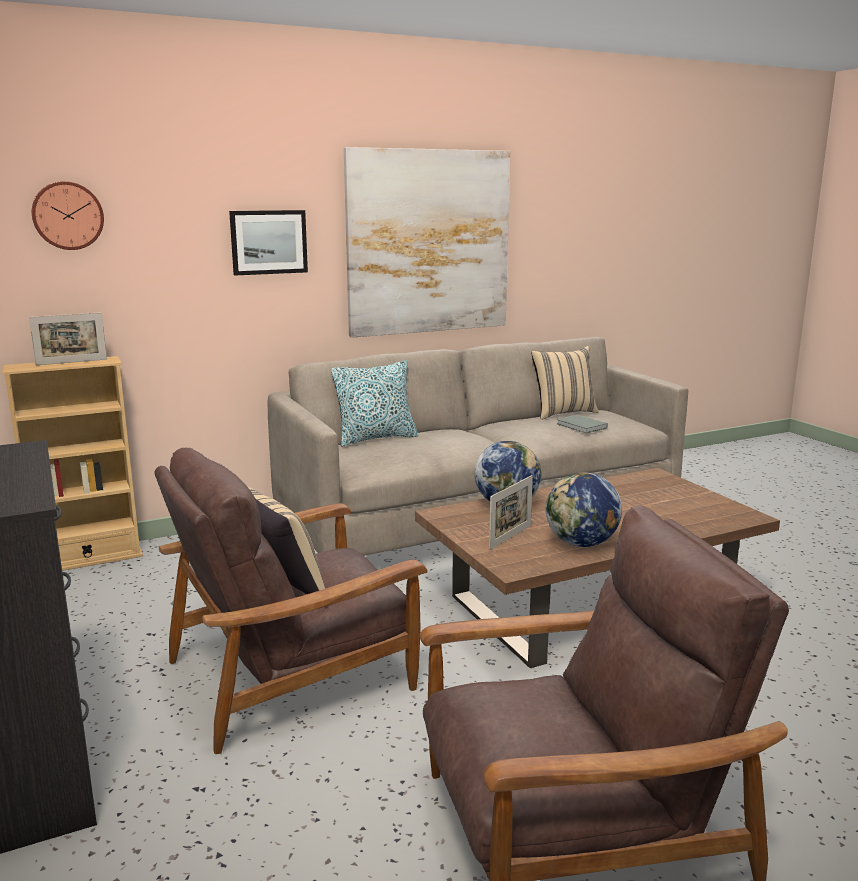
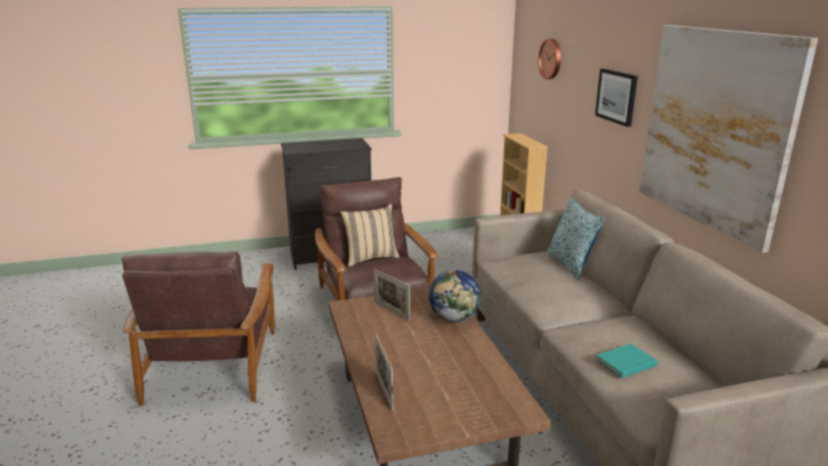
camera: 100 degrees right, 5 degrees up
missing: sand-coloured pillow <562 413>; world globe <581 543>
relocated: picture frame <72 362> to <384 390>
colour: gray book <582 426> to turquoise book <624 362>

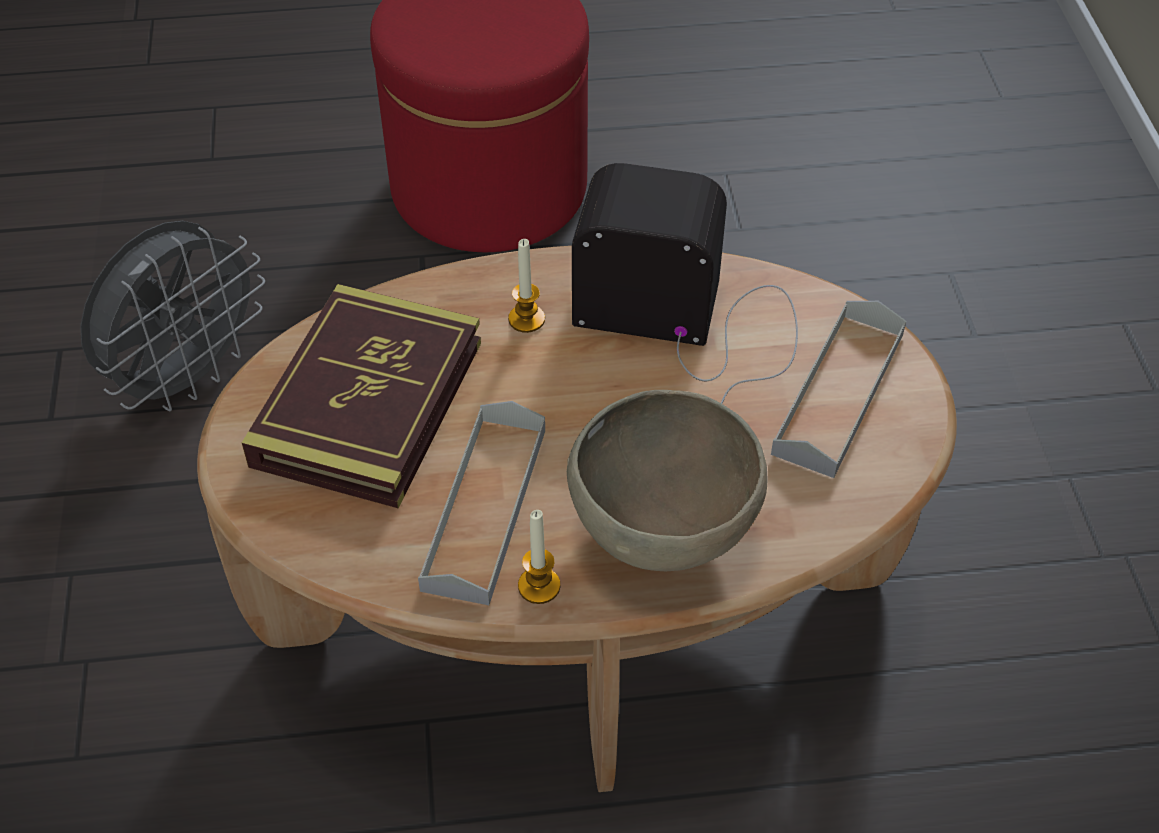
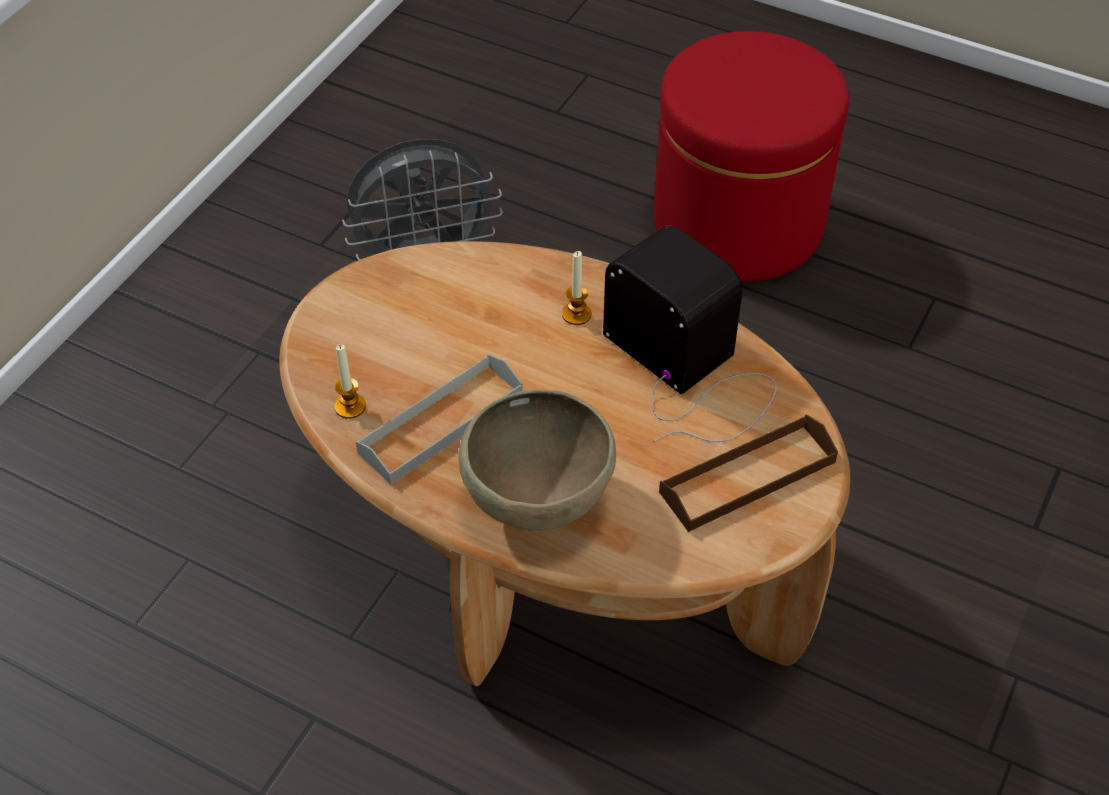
camera: 35 degrees right, 0 degrees up
missing: book <368 403>
relocated: wax light <539 586> to <350 406>
colour: gray tray <839 393> to brown-coloured tray <747 477>

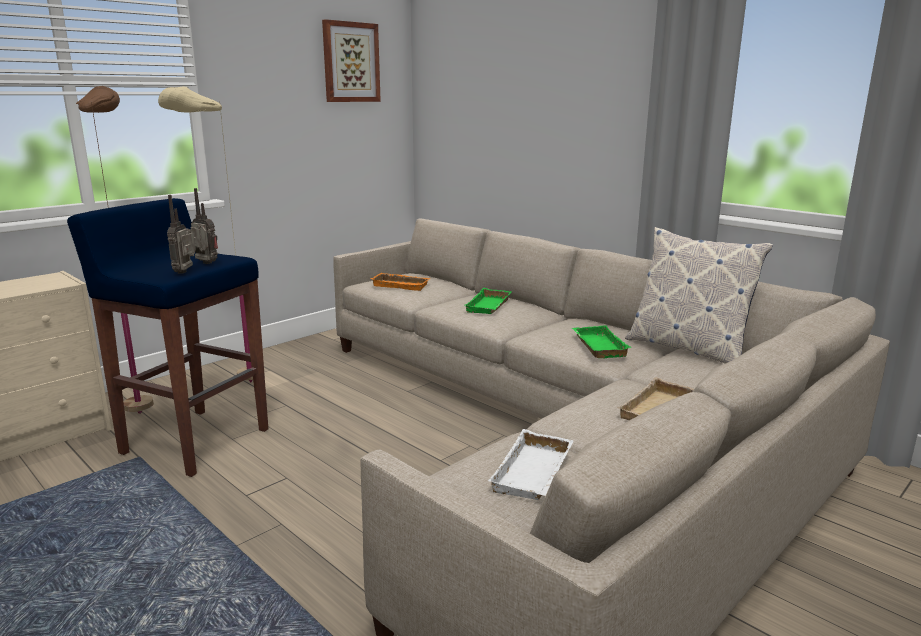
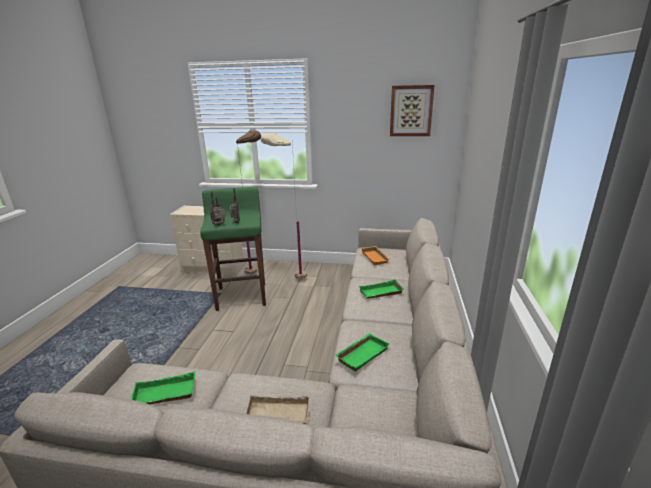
camera: 55 degrees right, 5 degrees up
missing: pillow <688 348>
colour: white tray <535 474> to greenish tray <163 395>; blue stool seat <194 441> to greenish stool seat <242 296>

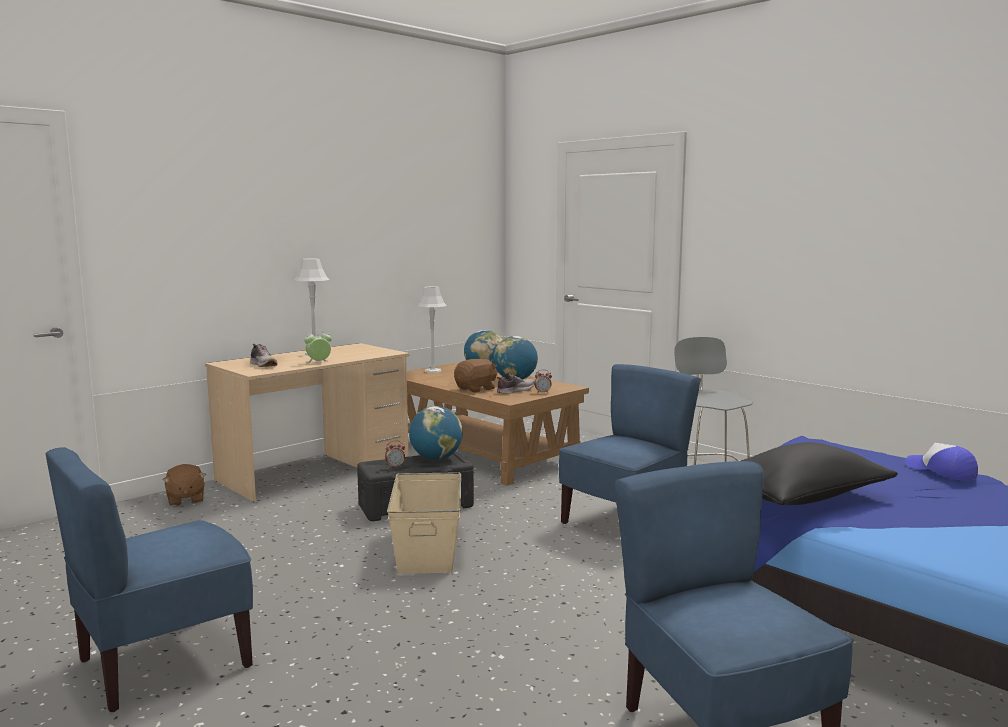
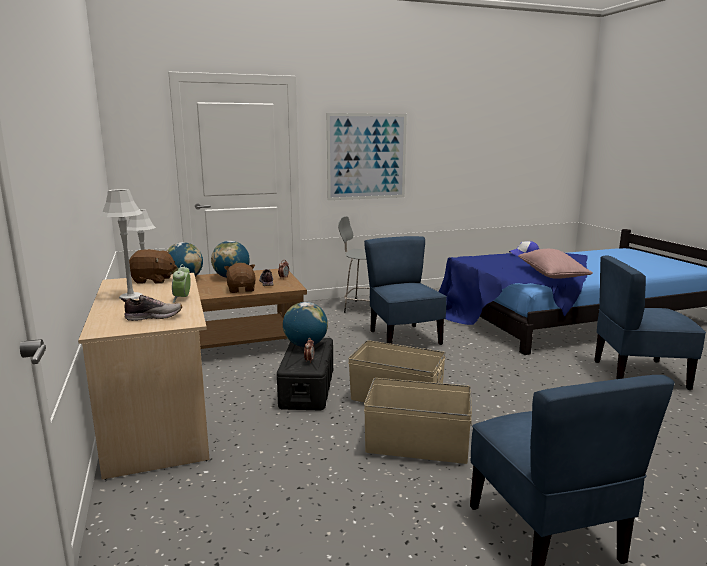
camera: 65 degrees left, 5 degrees up
appeared: wall art <367 156>; sand-coloured storage bin <416 444>
relocated: brown-coloured plush toy <185 500> to <153 280>
colour: black pillow <803 499> to pink-coloured pillow <551 275>

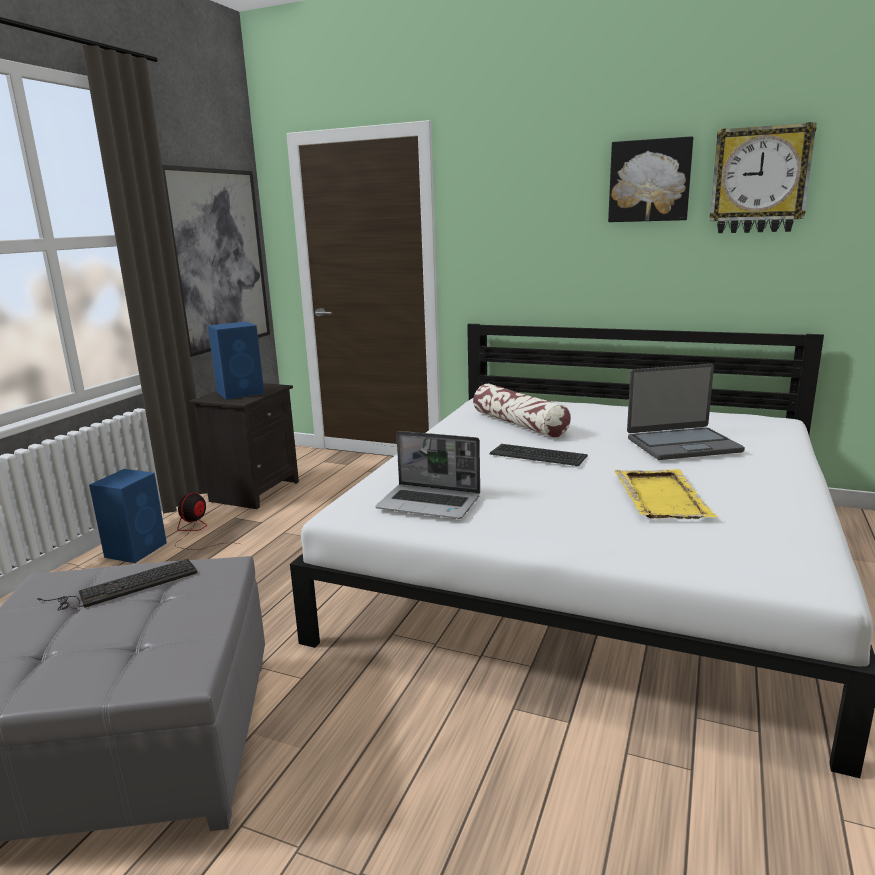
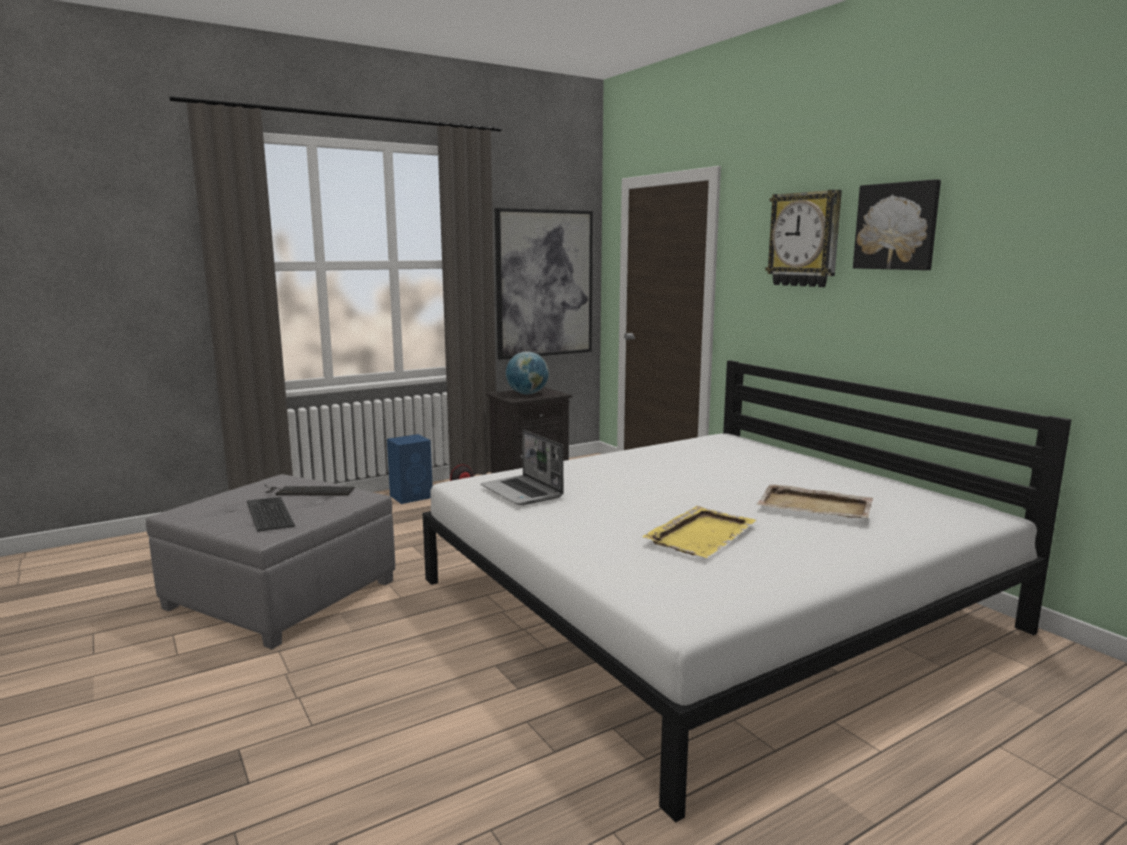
camera: 35 degrees right, 5 degrees down
missing: pillow <519 424>
relocated: computer keyboard <538 455> to <271 514>; clock on the wall <759 180> to <804 239>
exchanged: blue audio speaker <241 392> to world globe <527 394>; notebook computer <682 445> to sand-coloured tray <816 506>

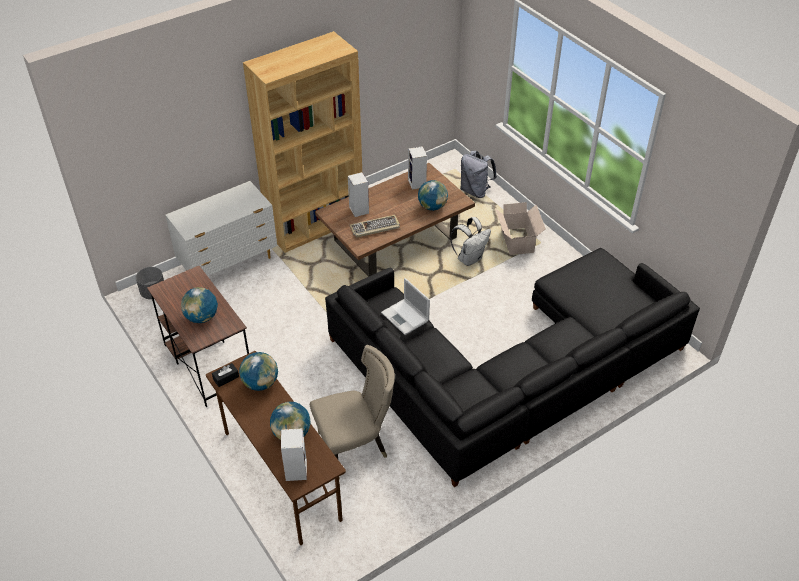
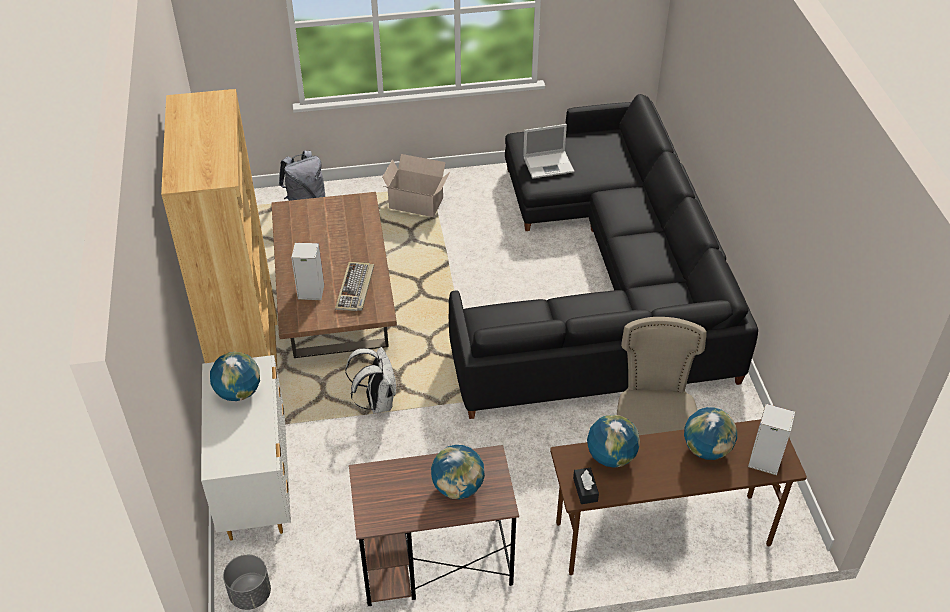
camera: 65 degrees left, 0 degrees up
missing: audio speaker <417 184>
relocated: world globe <432 206> to <238 392>; white rucksack <470 258> to <377 402>; notebook computer <405 317> to <549 164>

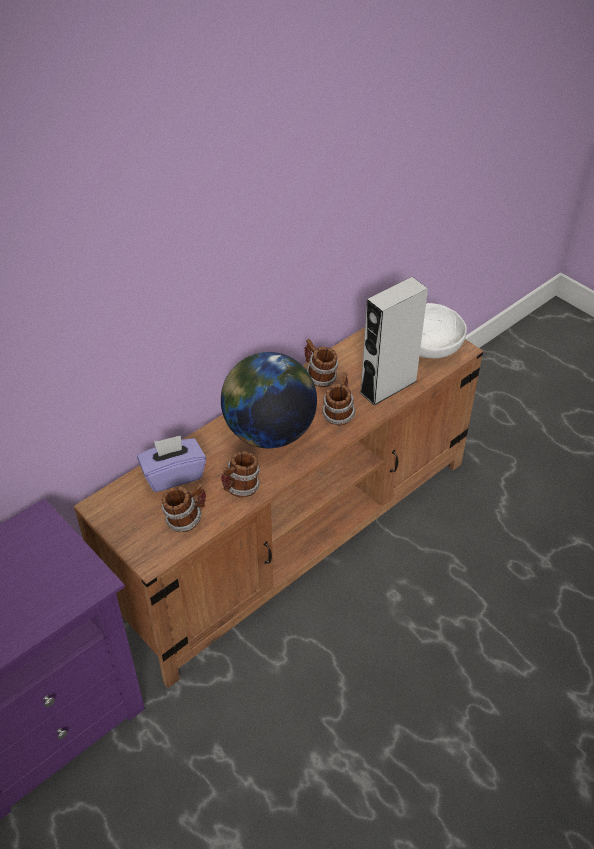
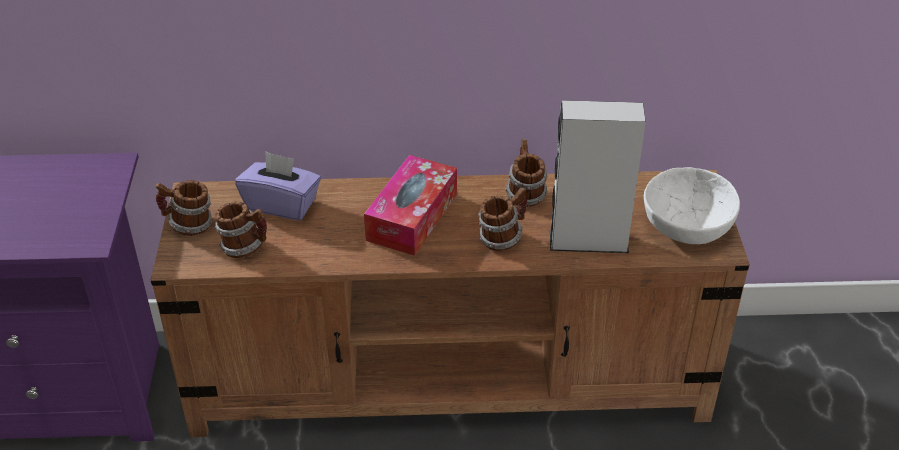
camera: 40 degrees right, 5 degrees down
relocated: tea mug <240 489> to <189 226>
exchanged: world globe <269 432> to tissue box <412 217>

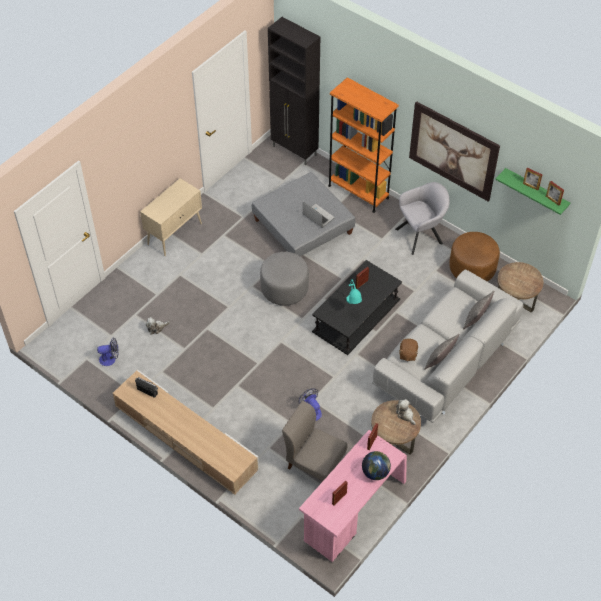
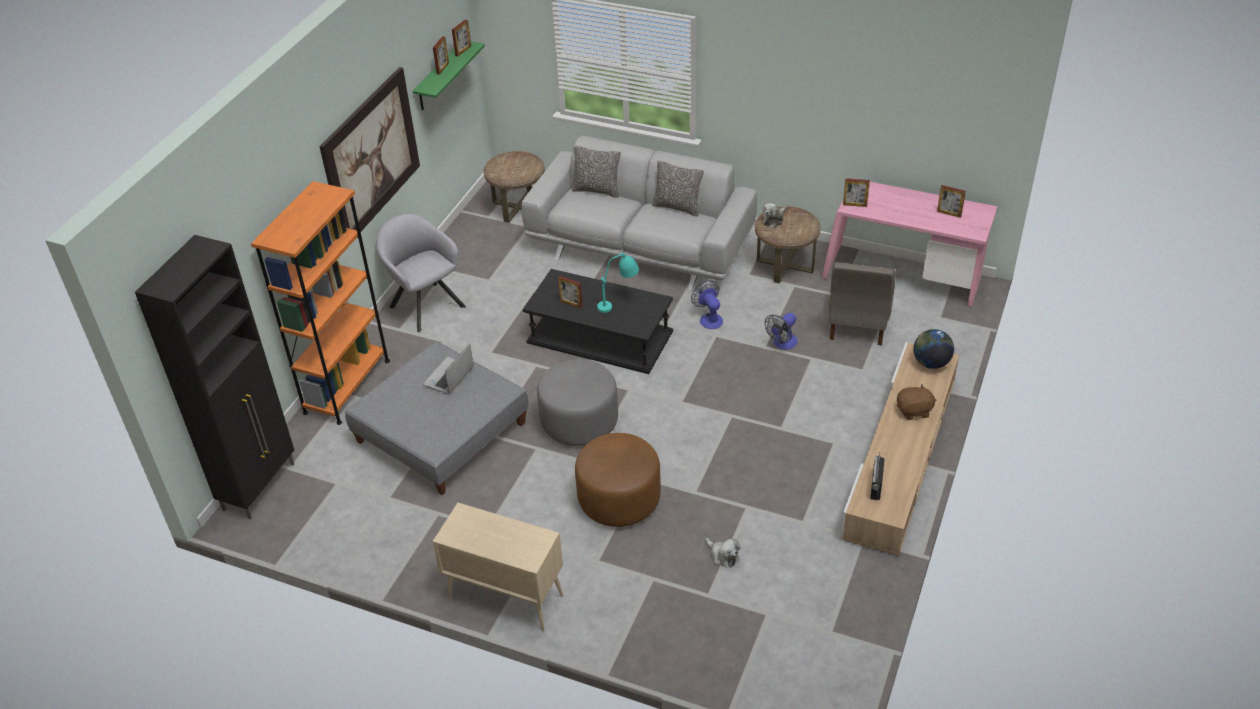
camera: 105 degrees left, 10 degrees down
relocated: brown-coloured pouffe <472 268> to <619 499>; fan <110 359> to <709 318>; brown-coloured plush toy <407 354> to <914 411>; world globe <375 472> to <931 363>

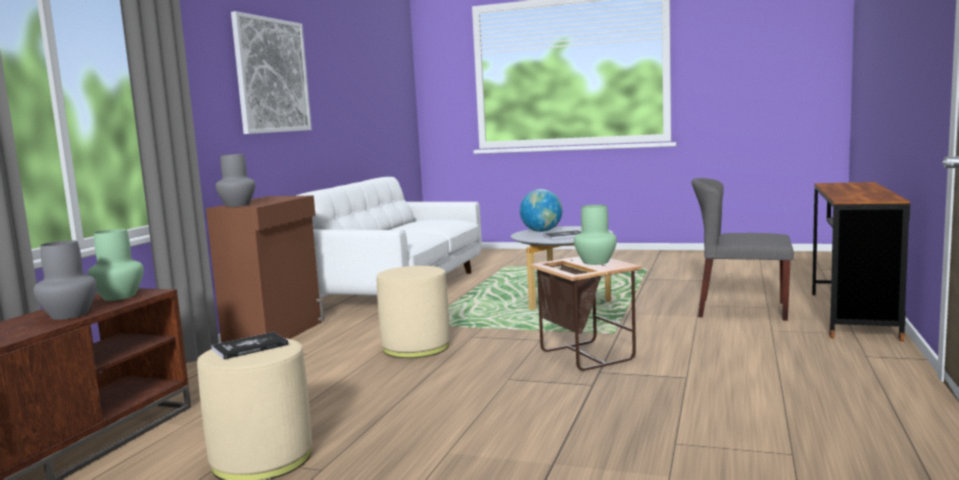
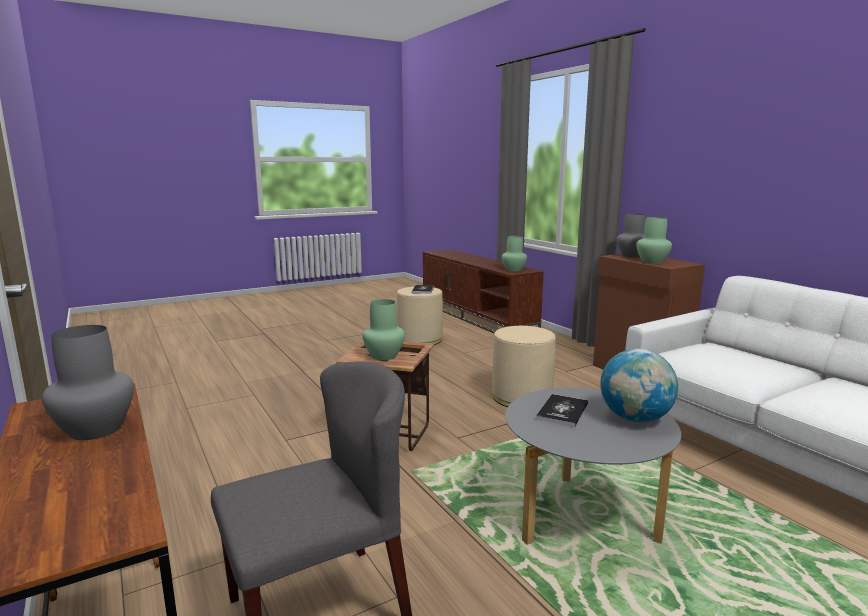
camera: 130 degrees right, 5 degrees up
missing: wall art <272 76>
appeared: greenish flower vase <651 262>
relocated: gray flower vase <68 315> to <97 429>

